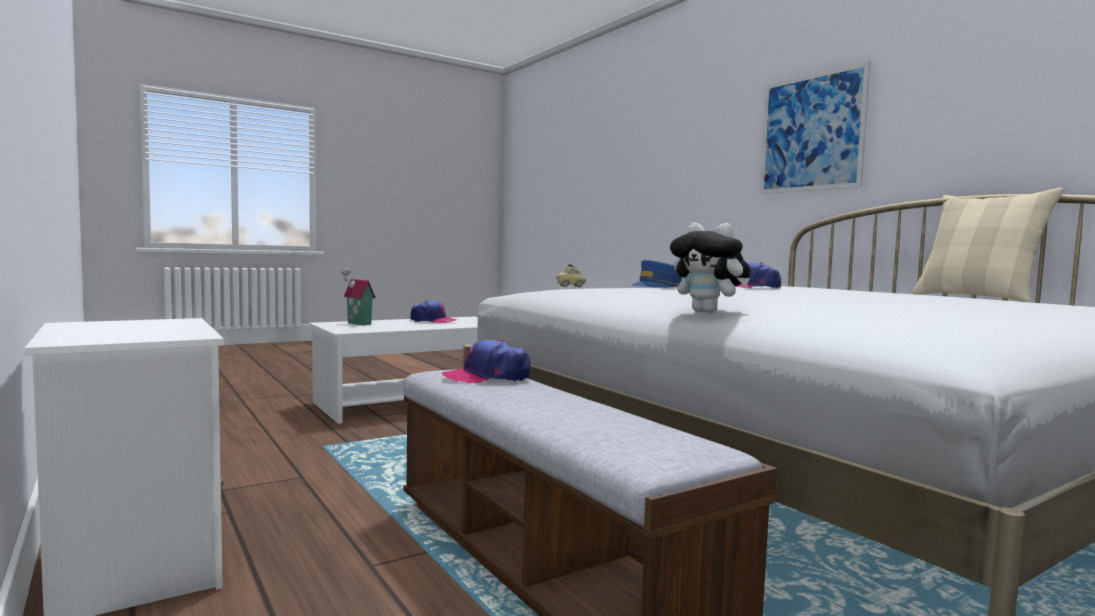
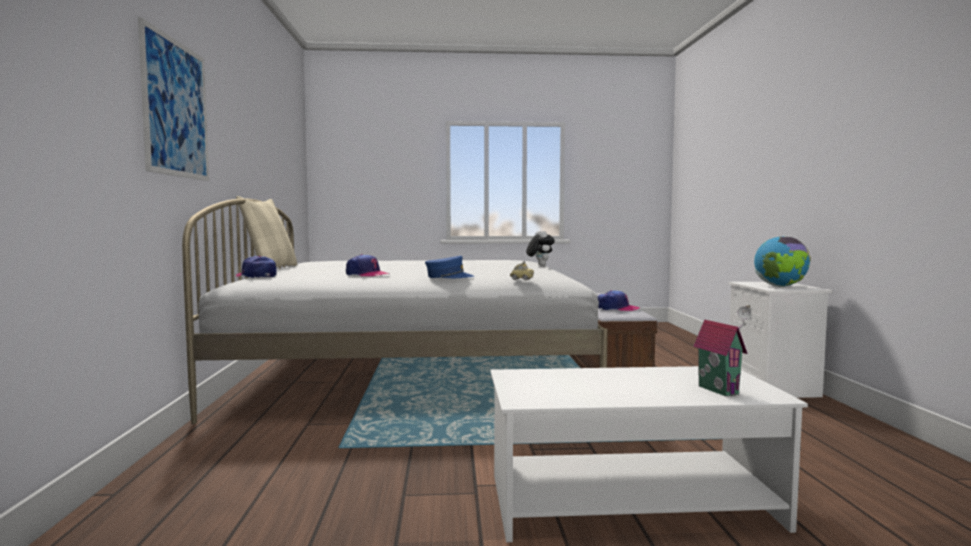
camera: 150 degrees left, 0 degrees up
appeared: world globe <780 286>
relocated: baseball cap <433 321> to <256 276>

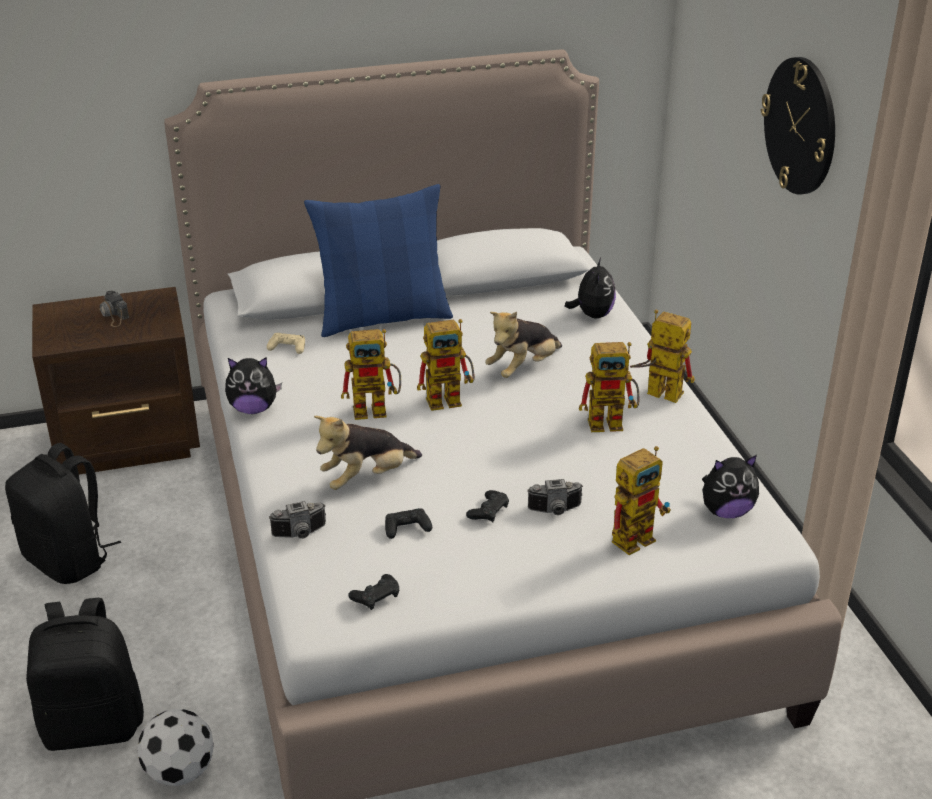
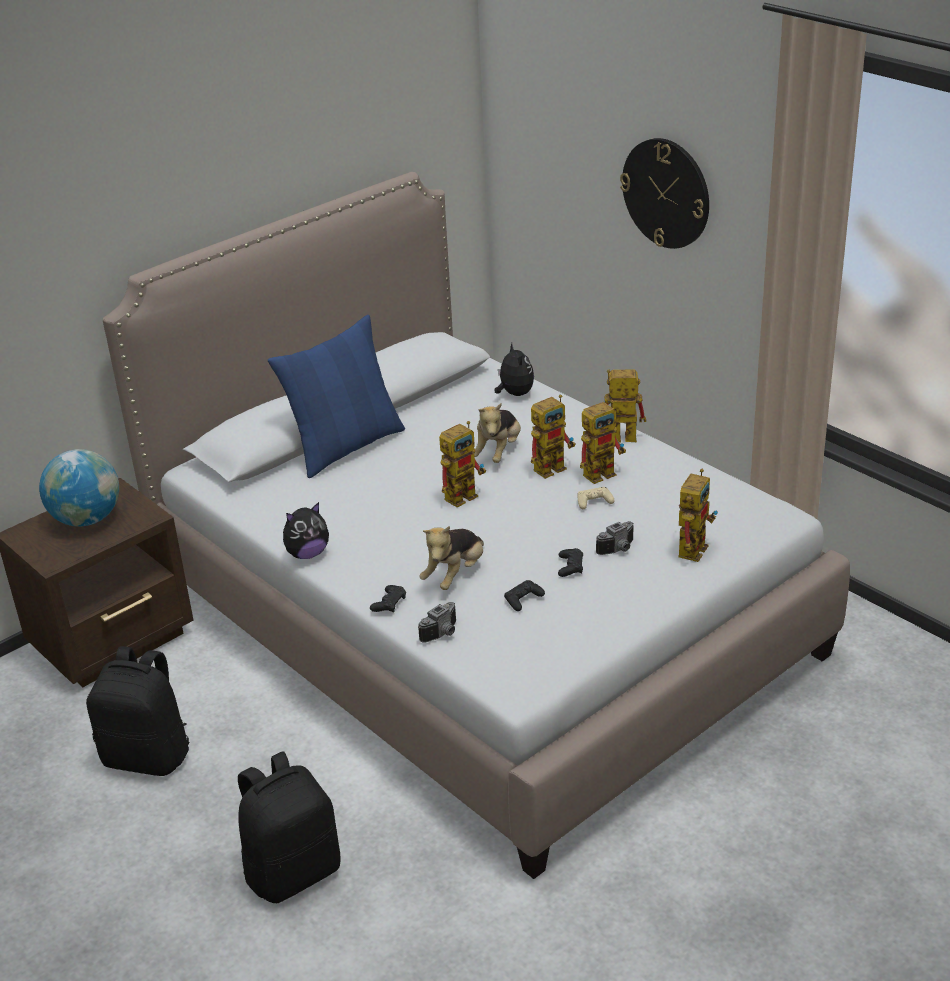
camera: 25 degrees left, 0 degrees up
missing: football ball <180 771>; plush toy <726 511>
relocated: black joypad <376 596> to <389 603>; toy robot <377 409> to <553 466>; sand-coloured joypad <287 347> to <594 502>
exchanged: photo camera <113 315> to world globe <87 519>

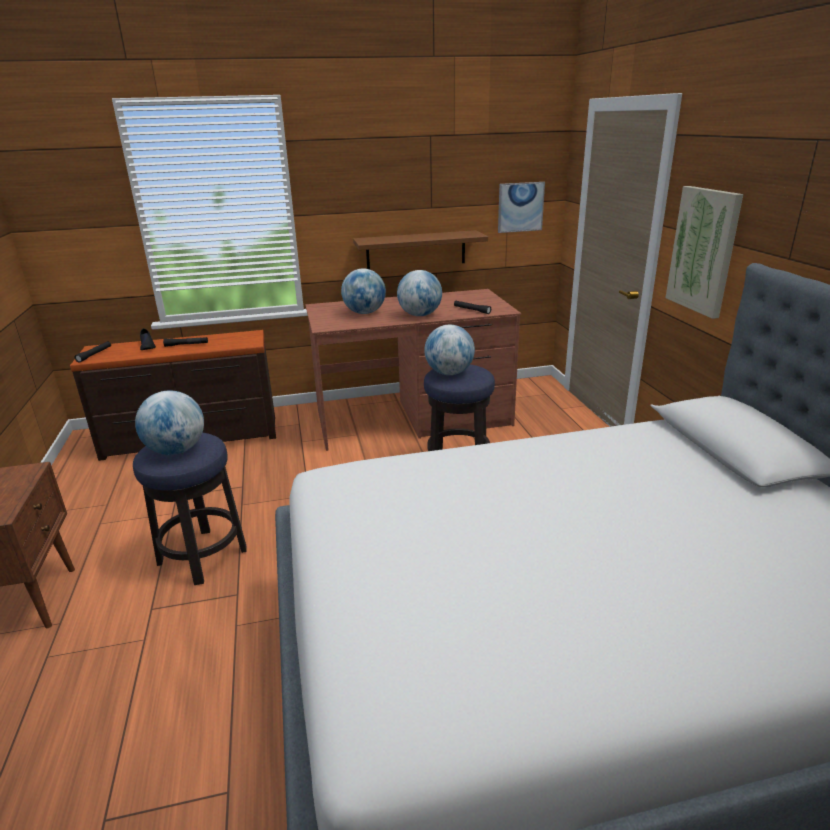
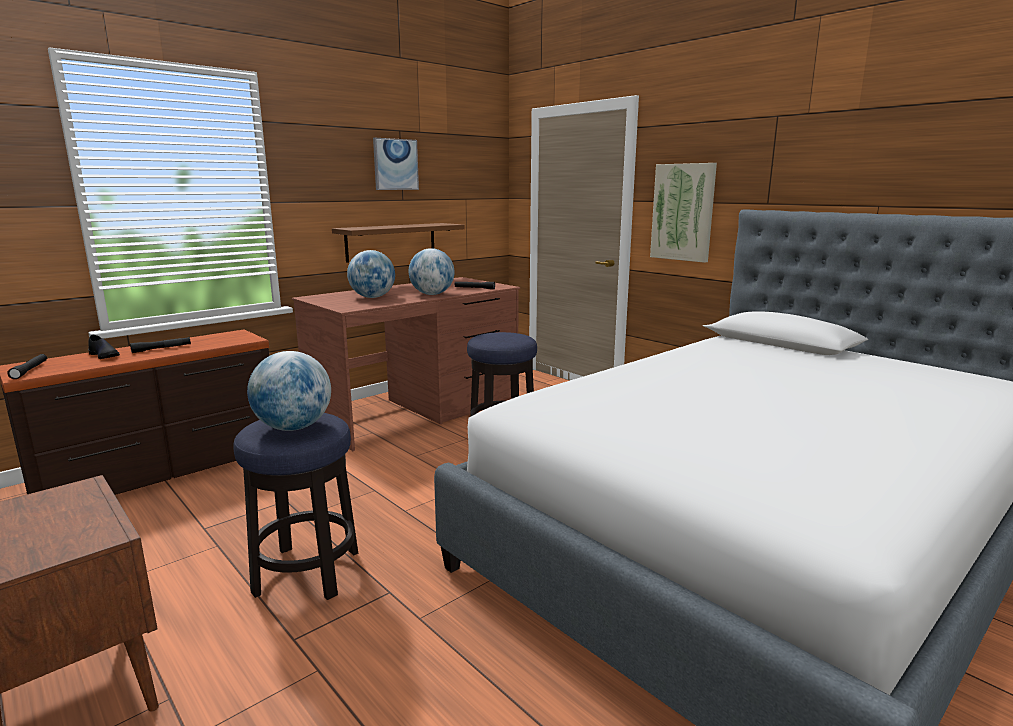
camera: 30 degrees left, 10 degrees down
missing: world globe <449 373>
relocated: wall art <520 207> to <395 164>

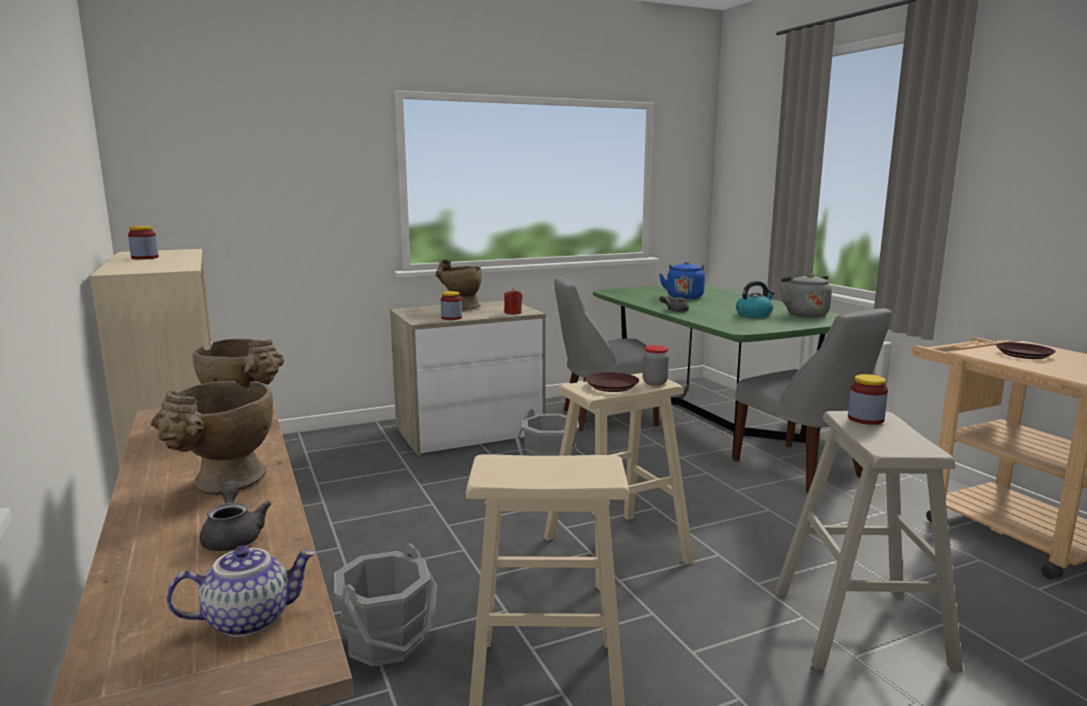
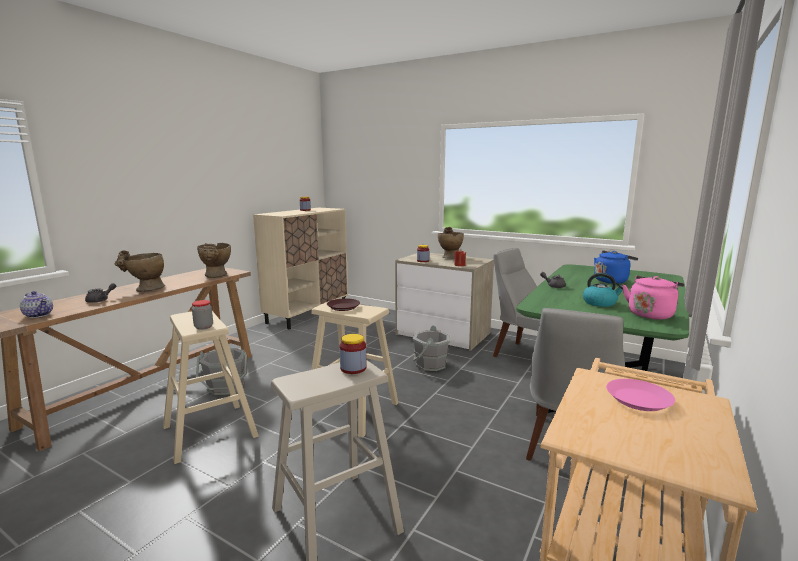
camera: 55 degrees right, 0 degrees up
relocated: storage jar <655 383> to <203 327>
colour: brown-coloured plate <1024 355> to pink-coloured plate <637 400>; gray water kettle <804 314> to pink-coloured water kettle <650 314>

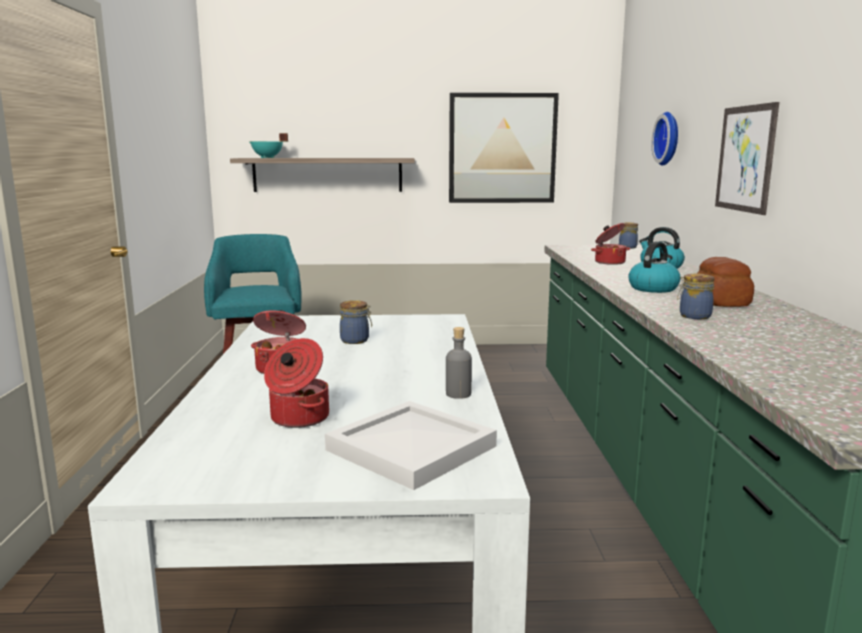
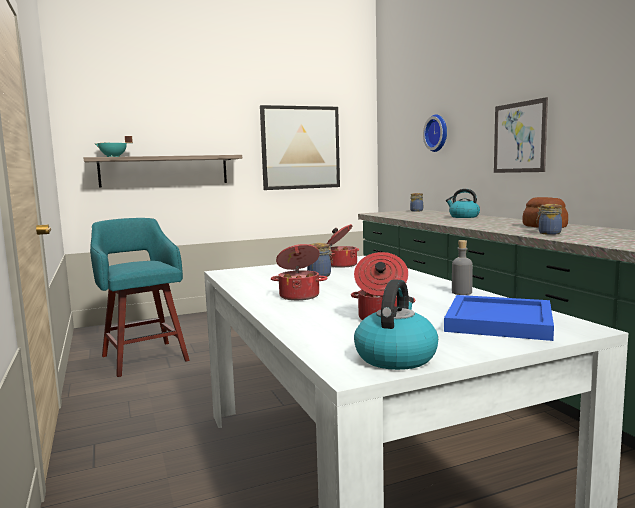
camera: 20 degrees left, 5 degrees down
relocated: cooking pot <609 262> to <341 265>; water kettle <653 288> to <395 357>
colour: white tray <411 449> to blue tray <500 322>

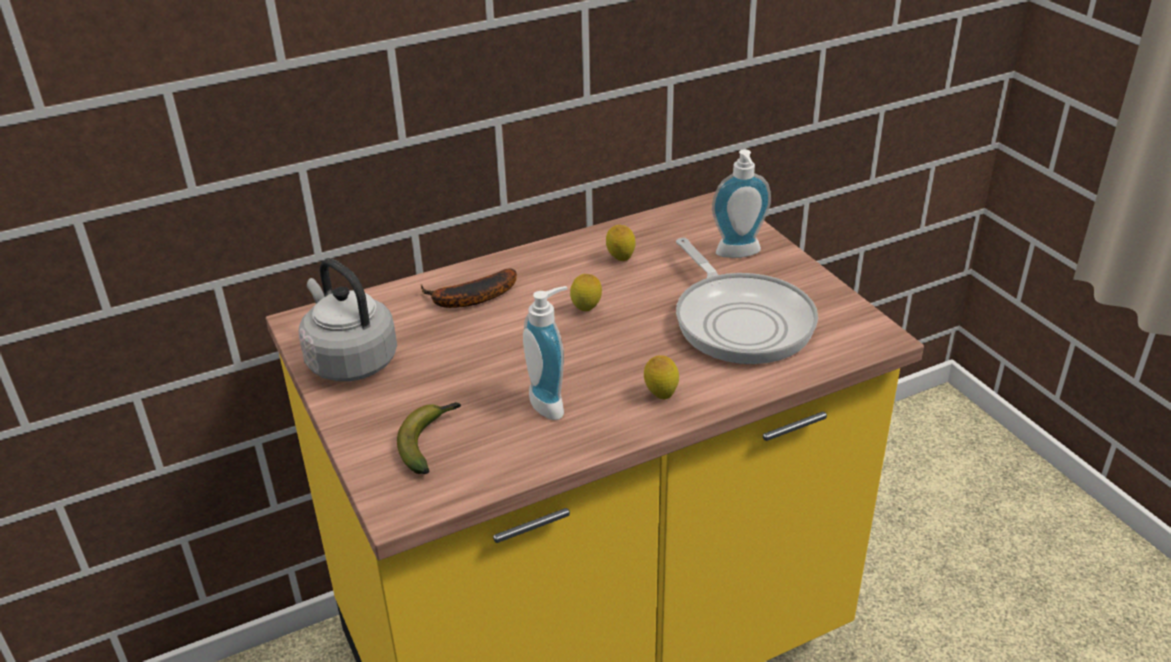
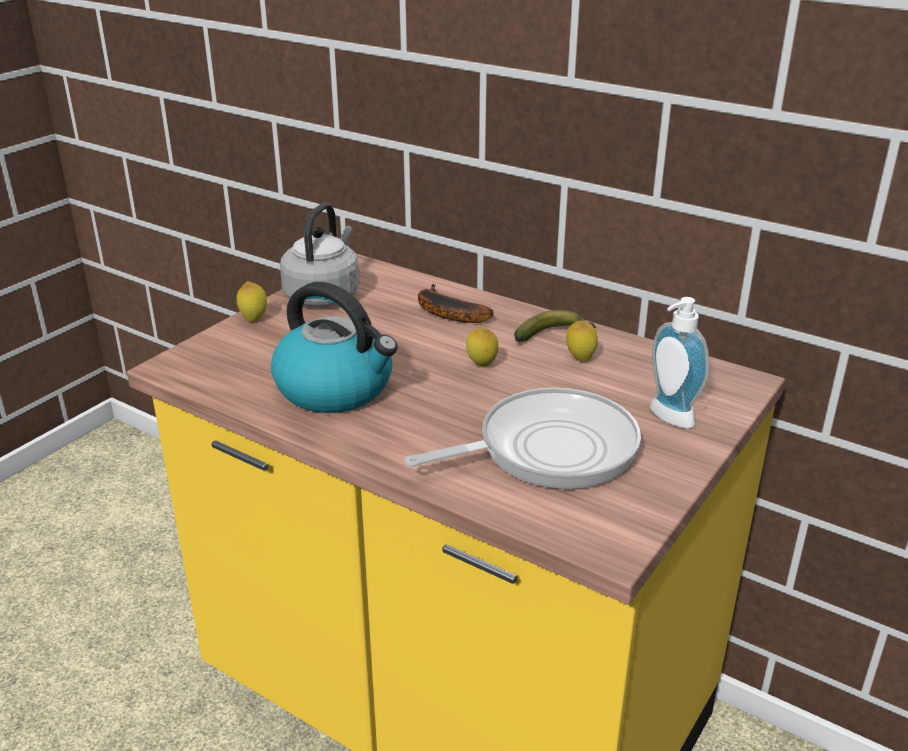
camera: 60 degrees right, 5 degrees down
relocated: lemon <660 395> to <254 319>; banana <430 441> to <553 335>
exchanged: soap bottle <552 402> to water kettle <336 388>
spun: pan <740 321> = <548 449> 150 degrees counterclockwise

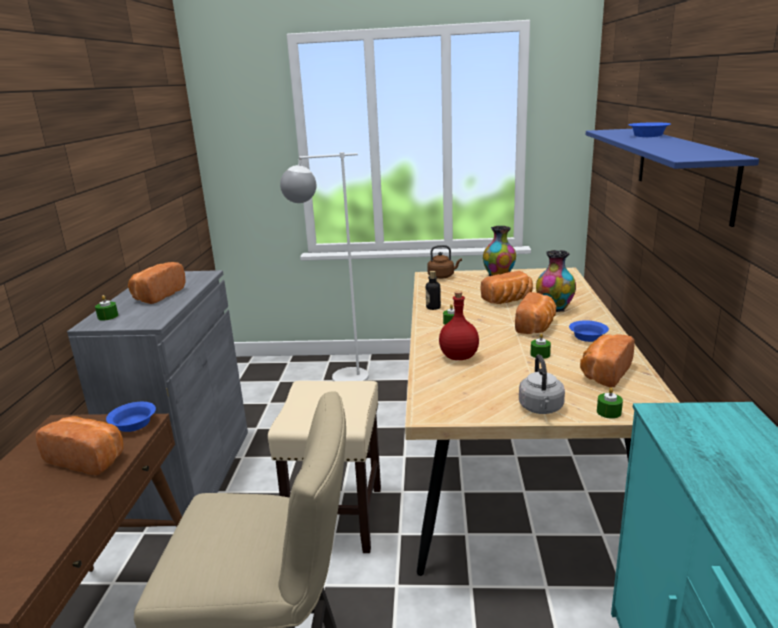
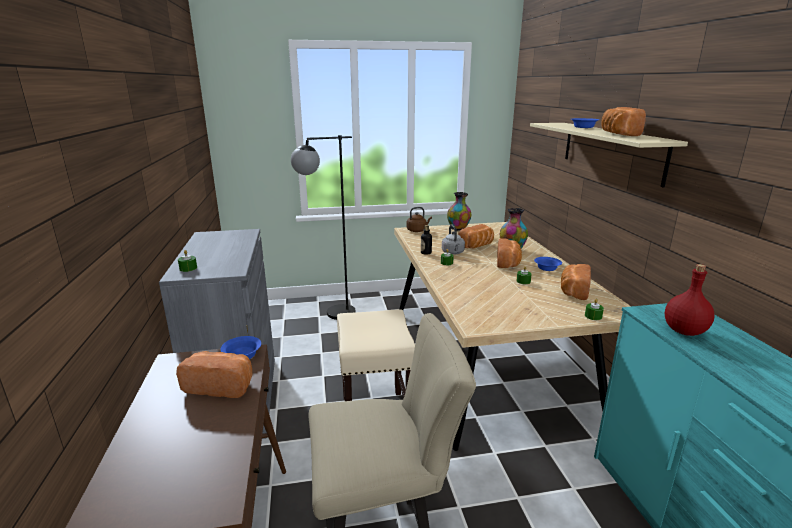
camera: 15 degrees left, 0 degrees up
relocated: gray water kettle <541 408> to <453 253>; bakery bread <157 295> to <618 134>; reddish bottle <458 357> to <683 331>
colour: white floor lamp <337 380> to black floor lamp <331 315>; blue wall shelf <682 170> to sand-coloured wall shelf <610 150>

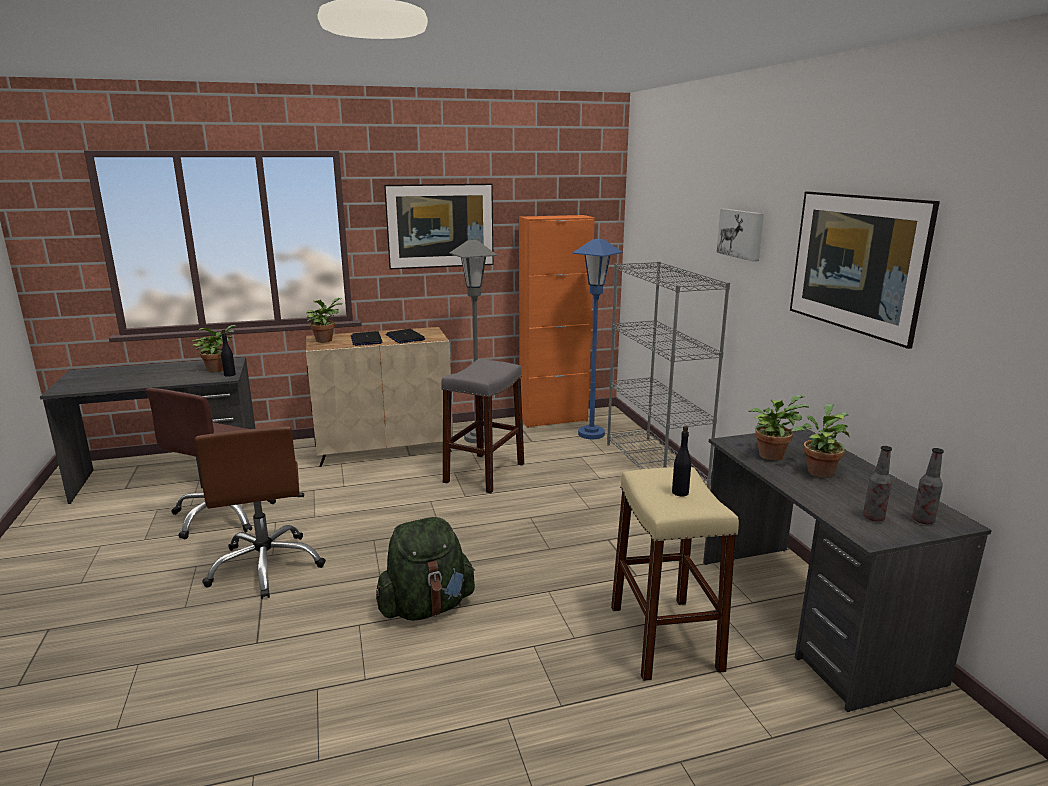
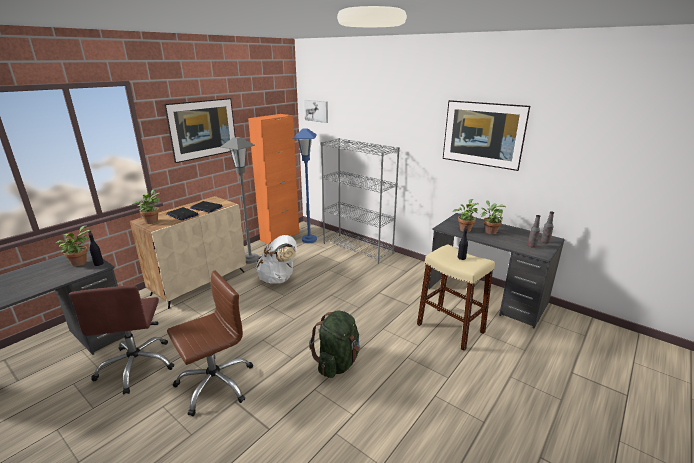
camera: 35 degrees left, 5 degrees up
relocated: wall art <741 234> to <316 111>
exchanged: gray stool seat <484 473> to white rucksack <279 278>
spun: brown-coloured office chair <266 566> = <215 383> 75 degrees counterclockwise

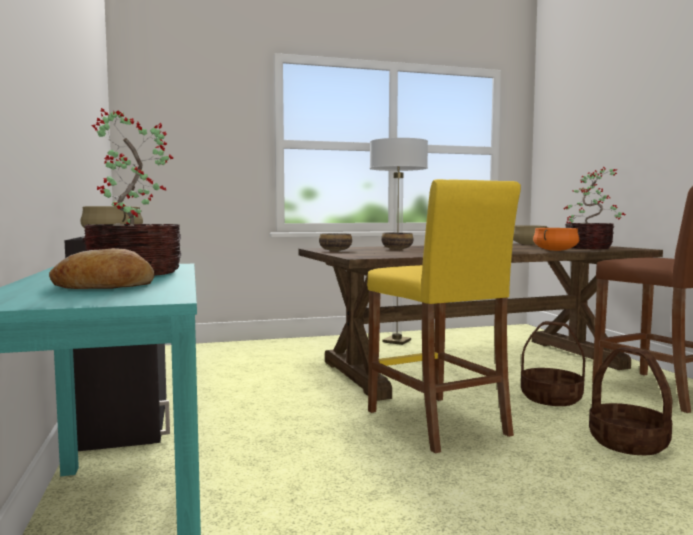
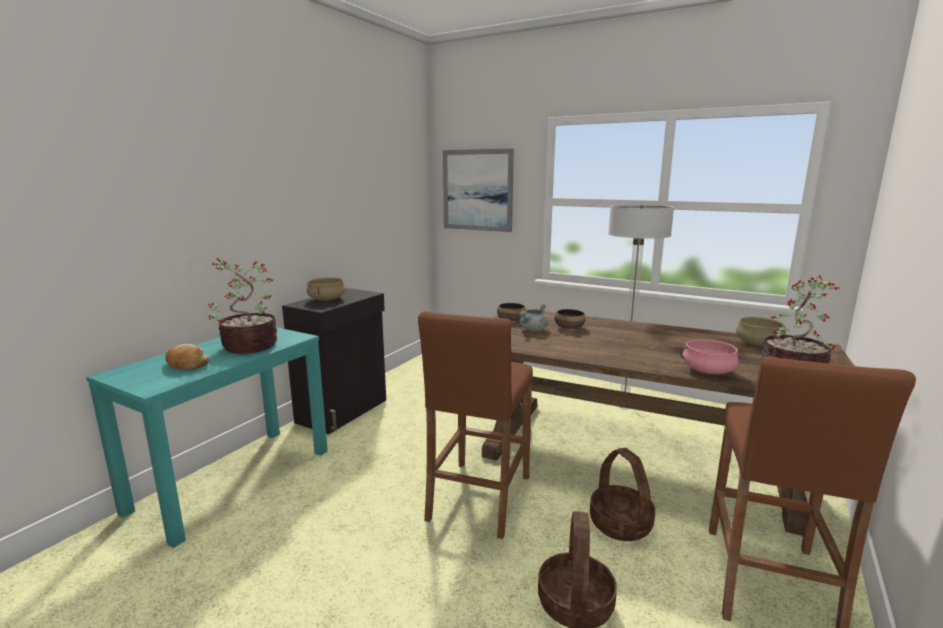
camera: 45 degrees right, 10 degrees up
appeared: wall art <477 190>; gray cooking pot <533 330>
colour: yellow-coloured stool seat <437 423> to brown-coloured stool seat <479 497>; orangey cooking pot <555 250> to pink-coloured cooking pot <708 370>

